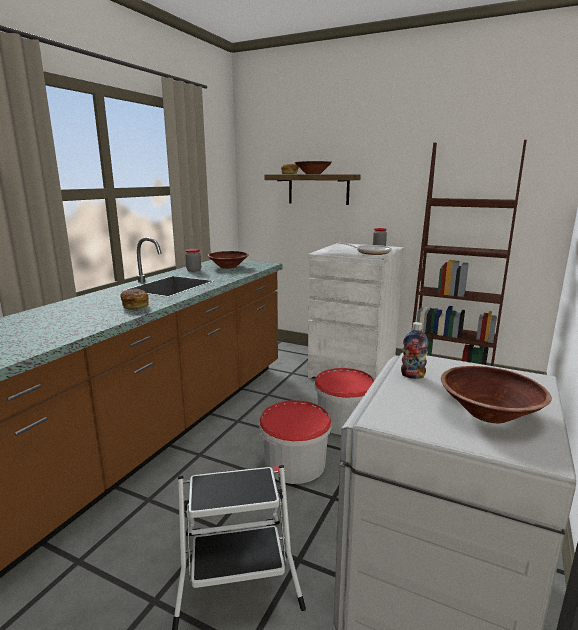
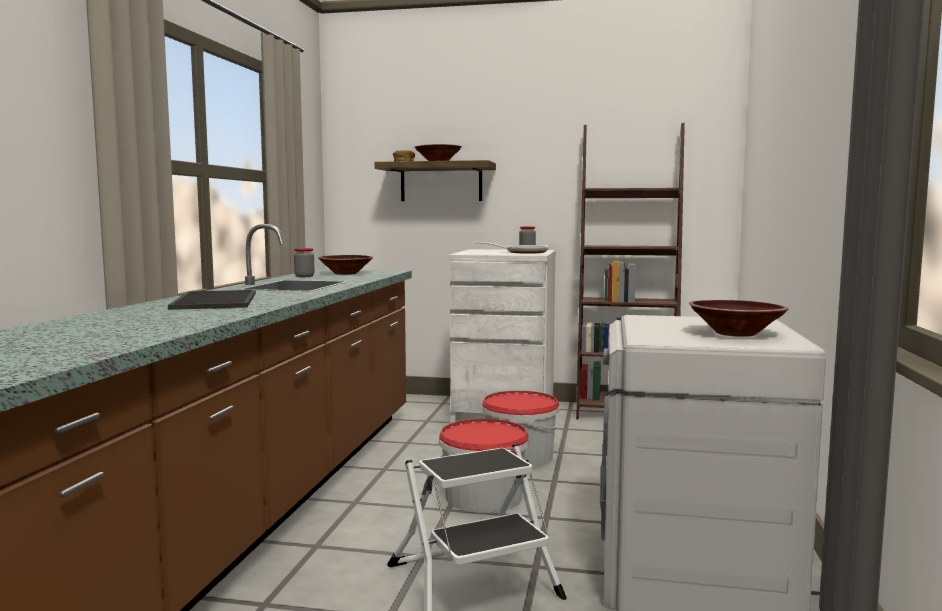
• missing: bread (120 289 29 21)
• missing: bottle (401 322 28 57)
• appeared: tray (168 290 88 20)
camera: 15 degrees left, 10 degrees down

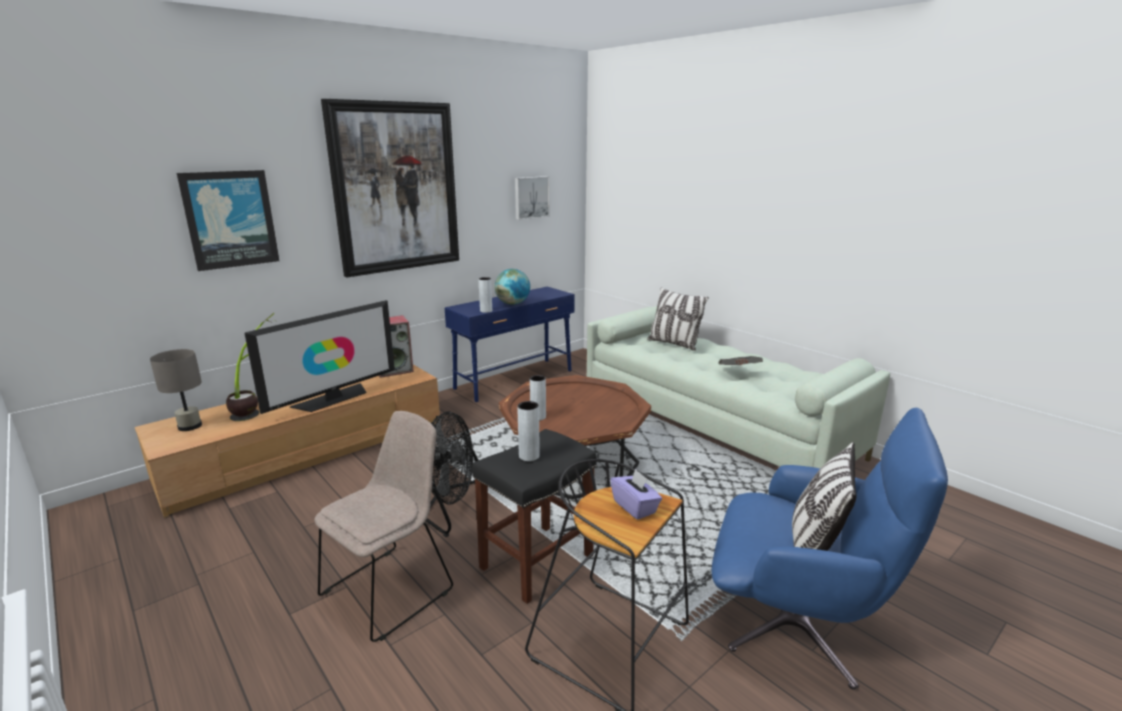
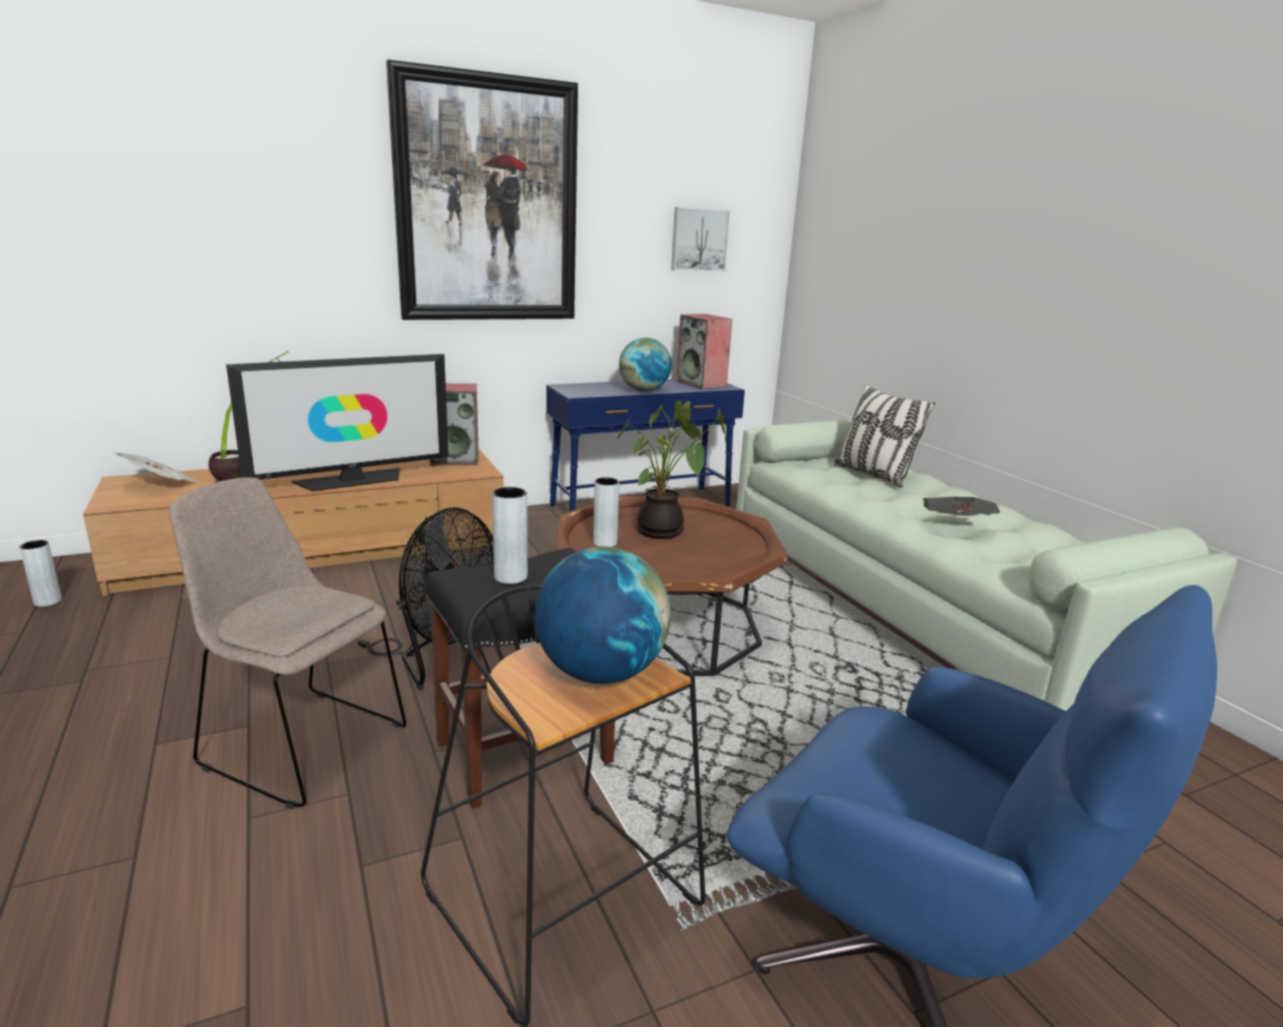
• exchanged: grey table lamp (150 349 52 82) to newspaper (114 453 86 29)
• missing: picture (177 170 102 101)
• spun: beige chair (314 411 139 231) = (169 477 237 332) 120 degrees counterclockwise
• relocated: grey vase (479 277 13 36) to (19 540 43 67)
• exchanged: purple tissue box (610 469 52 51) to globe (534 546 137 138)
• missing: pillow (792 442 64 109)
• appeared: potted plant (617 401 110 138)
• appeared: speaker (676 314 56 75)
camera: 15 degrees right, 0 degrees up

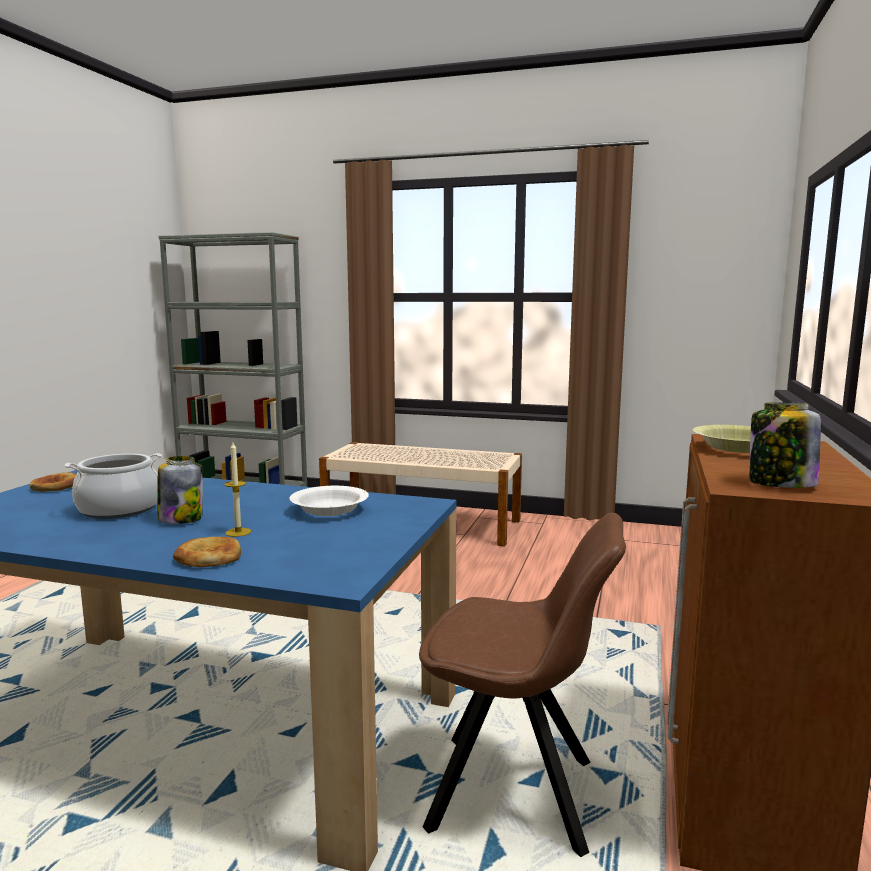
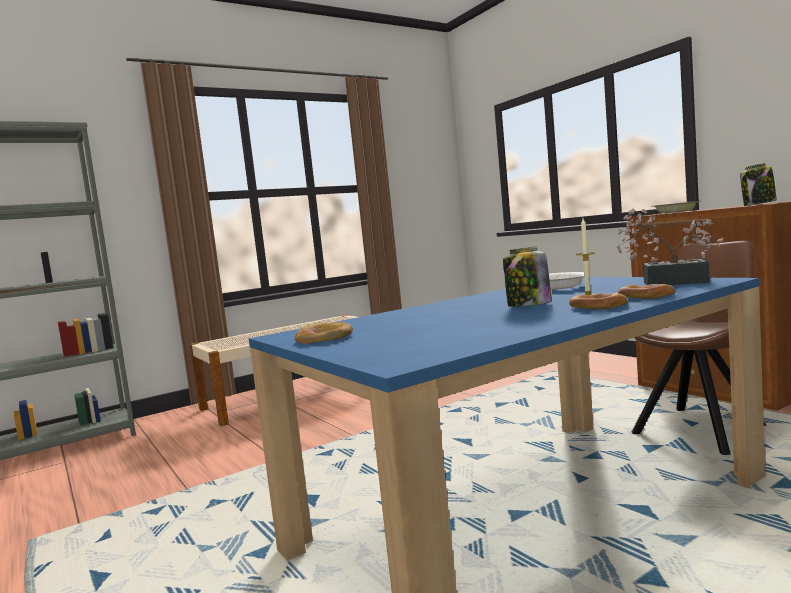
• missing: cooking pot (65 453 97 66)
• appeared: bread (569 293 59 16)
• appeared: potted plant (617 209 106 76)
camera: 50 degrees left, 5 degrees down

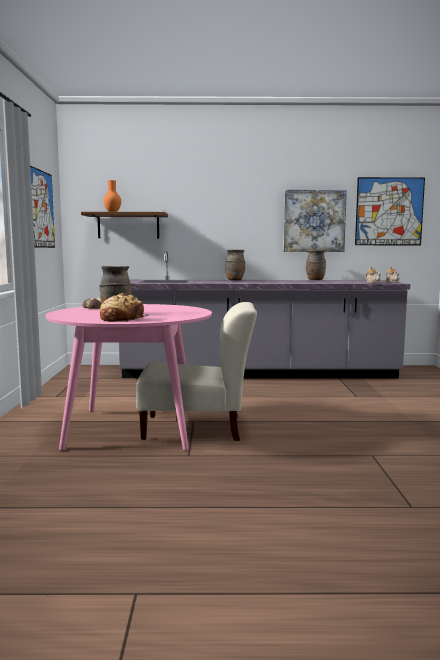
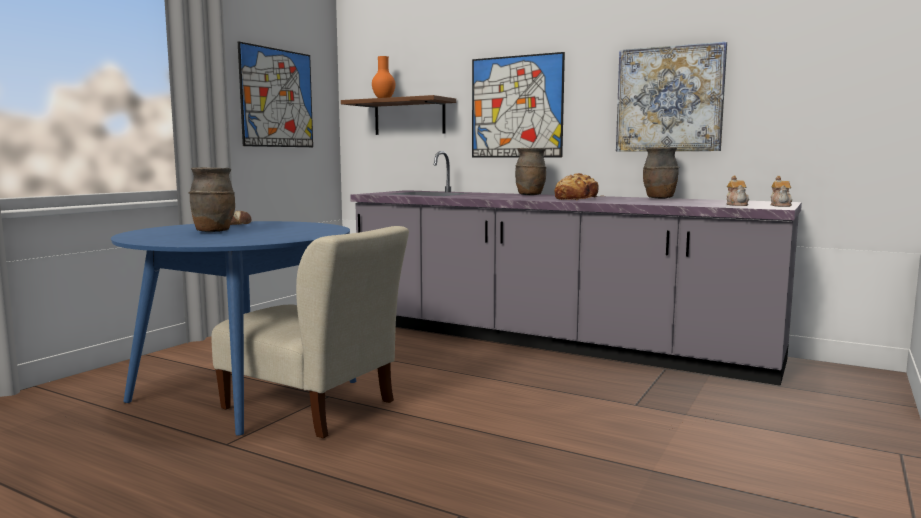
• colour: pink dining table (45 304 167 146) to blue dining table (111 221 245 215)
• relocated: bread (100 293 51 29) to (555 173 46 27)
• relocated: picture (355 177 70 68) to (472 52 93 105)
camera: 30 degrees right, 0 degrees up

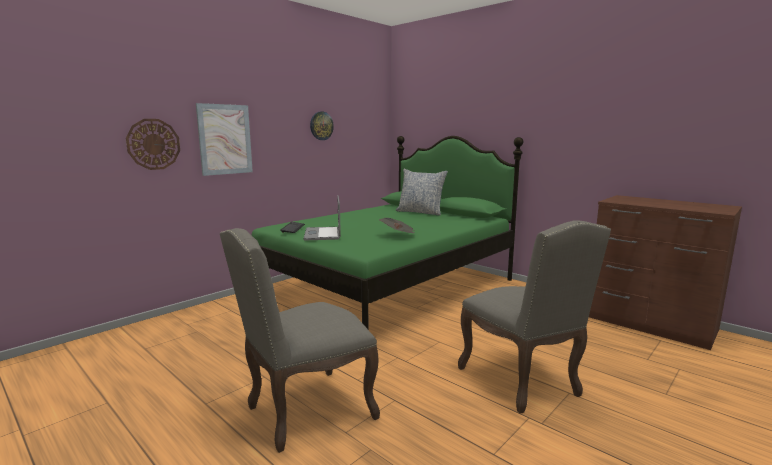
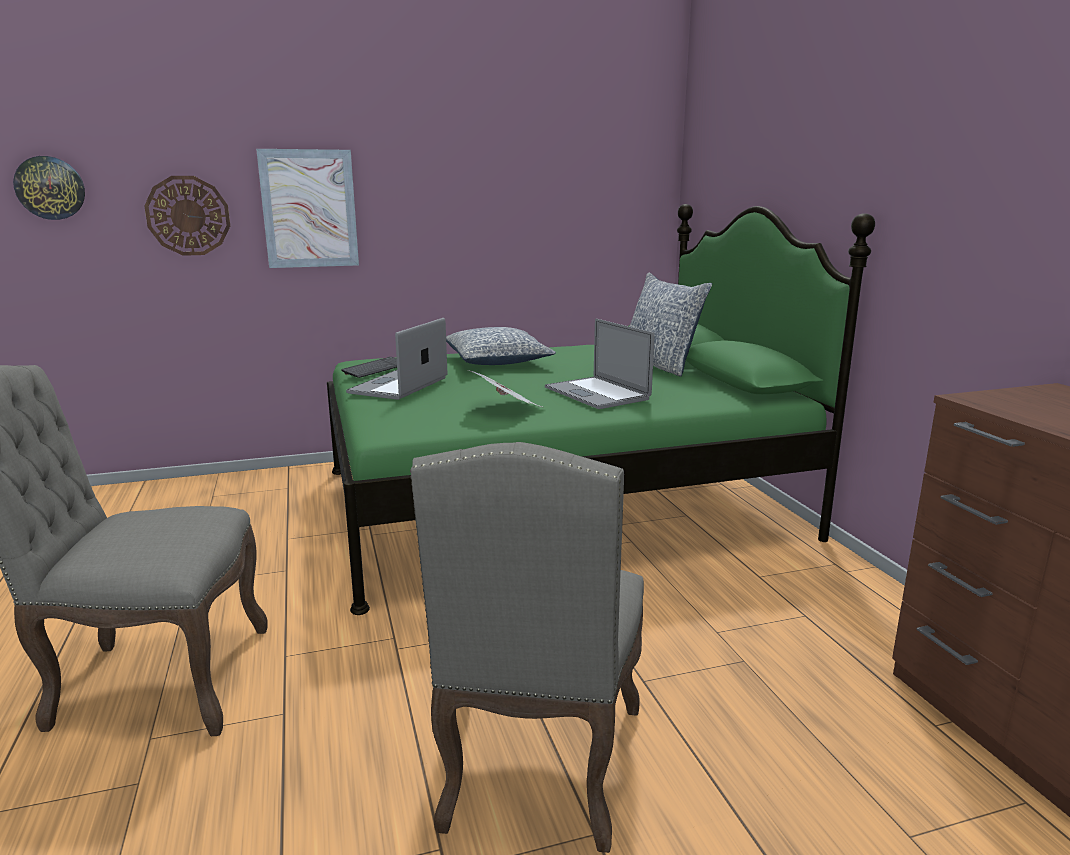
• relocated: wall clock (310 112 24 28) to (13 156 72 64)
• appeared: pillow (446 327 110 38)
• appeared: laptop (545 318 109 91)
camera: 30 degrees right, 5 degrees up

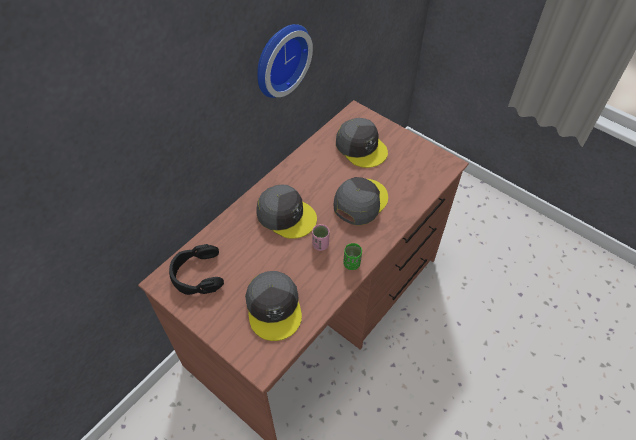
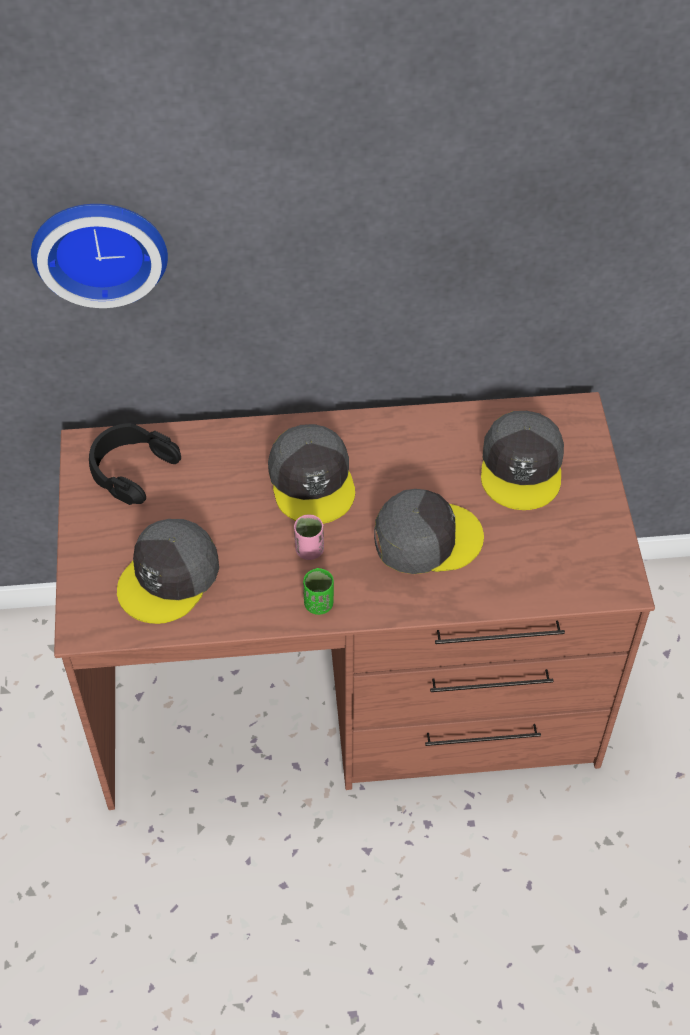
• relocated: wall clock (257 24 56 74) to (31 204 137 104)
camera: 45 degrees right, 0 degrees up

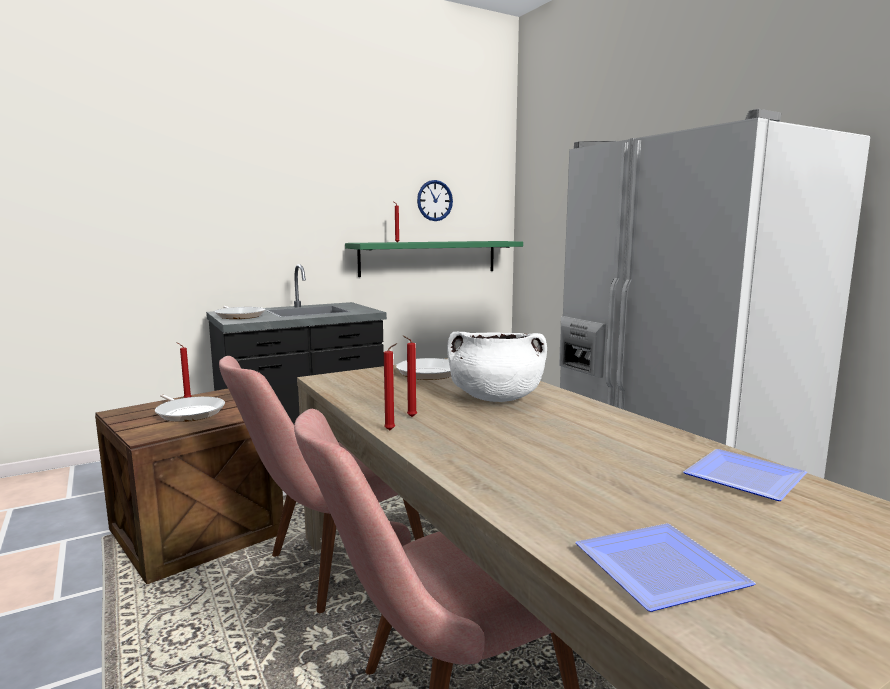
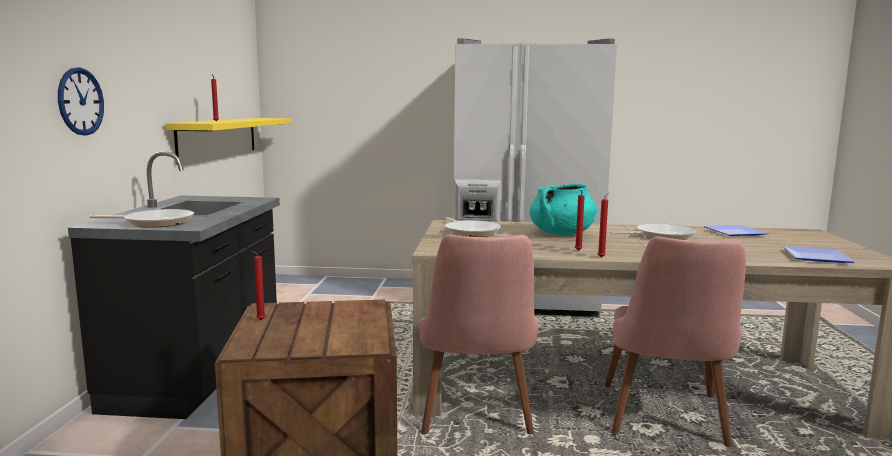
• relocated: frying pan (155 394 70 28) to (611 223 86 17)
• colour: green shelf (345 241 178 36) to yellow shelf (165 118 127 46)
• relocated: wall clock (417 180 36 41) to (58 67 46 69)
• colour: white cooking pot (447 332 100 70) to turquoise cooking pot (530 183 67 52)
camera: 55 degrees left, 0 degrees up

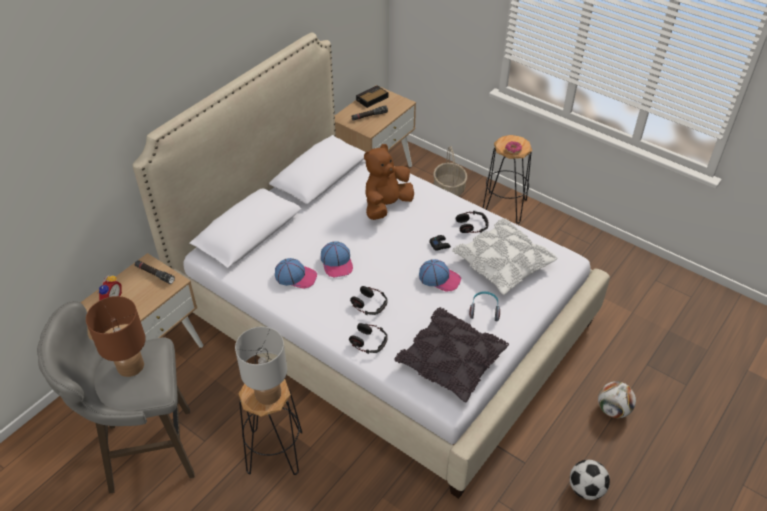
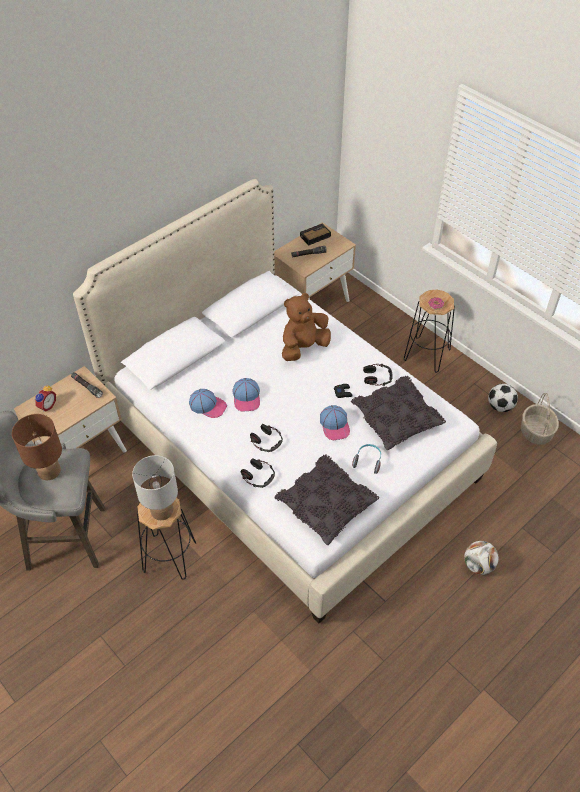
• spun: cap (419 259 42 33) = (320 405 30 36) 45 degrees clockwise
• relocated: basket (433 146 34 50) to (521 393 38 52)
• colour: white pillow (452 218 106 77) to black pillow (351 376 95 74)
• relocated: football (570 460 40 40) to (488 384 30 28)
camera: 10 degrees right, 5 degrees up

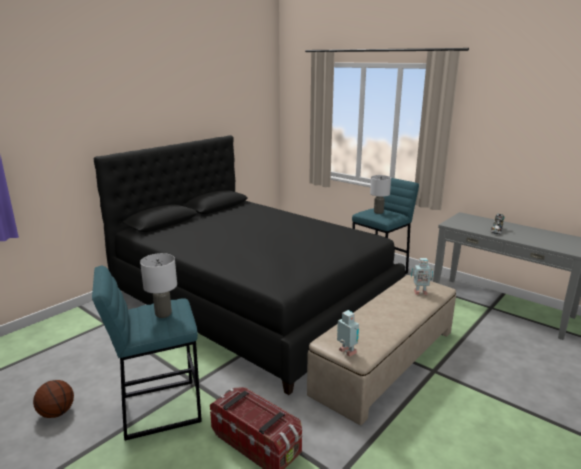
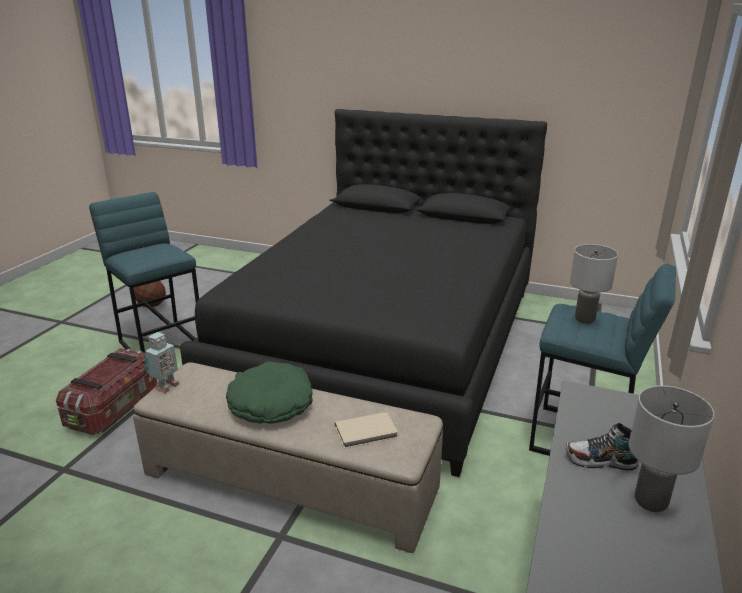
• relocated: white table lamp (140 253 37 65) to (629 386 85 126)
• exchanged: toy robot (411 258 22 37) to beige book (335 412 63 36)
• appeared: green pillow (226 361 87 62)
camera: 70 degrees right, 5 degrees up

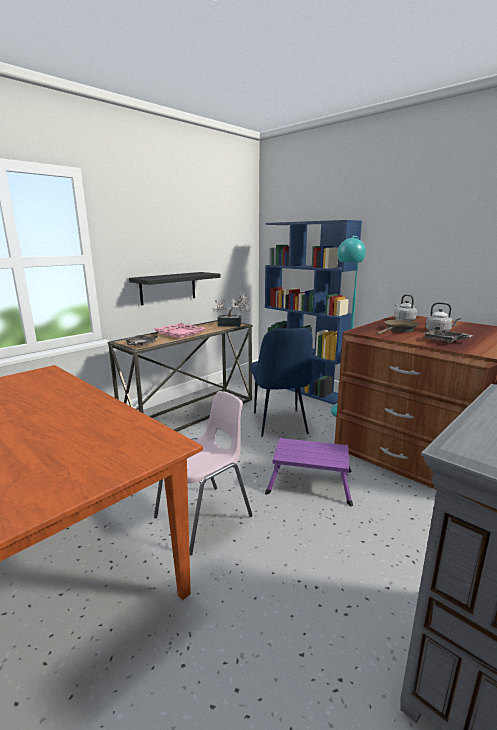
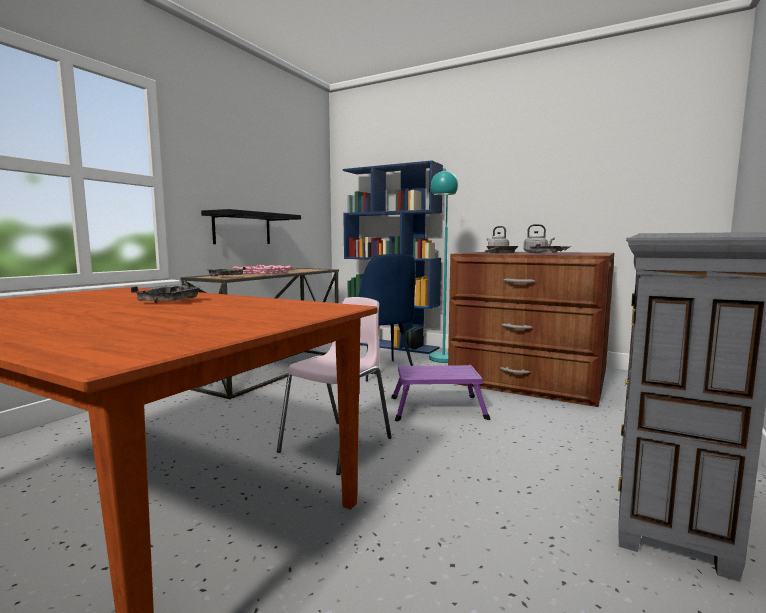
• missing: potted plant (212 293 39 34)
• appeared: grey tray (131 285 70 18)
camera: 15 degrees left, 10 degrees down

